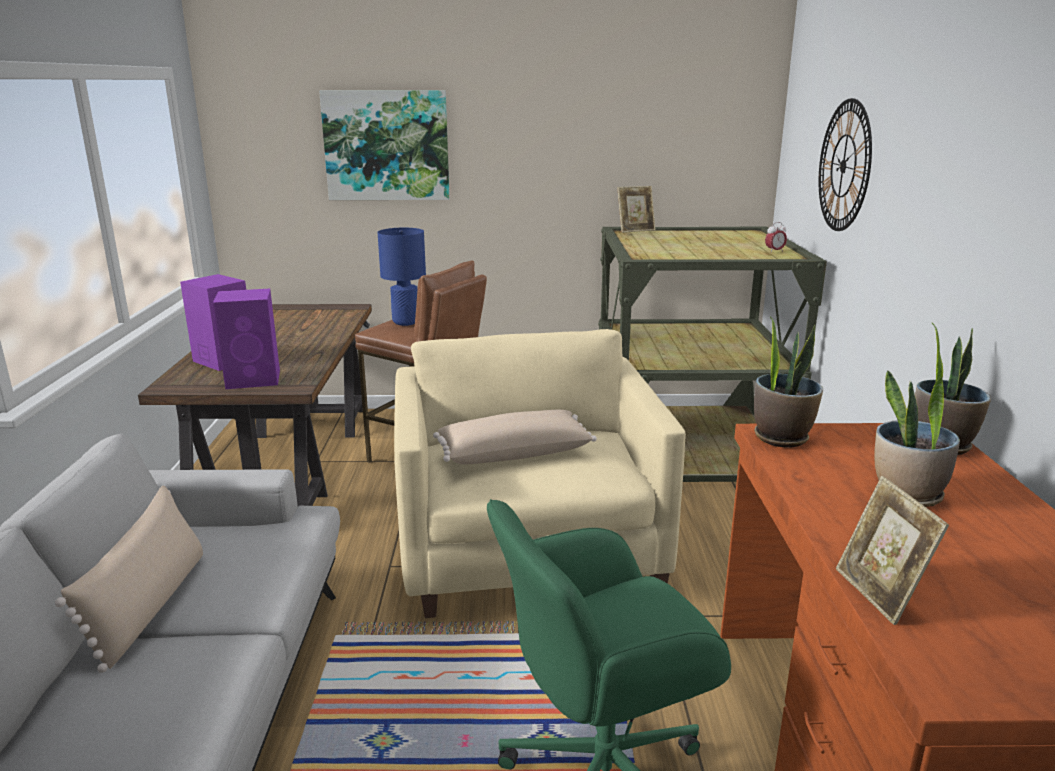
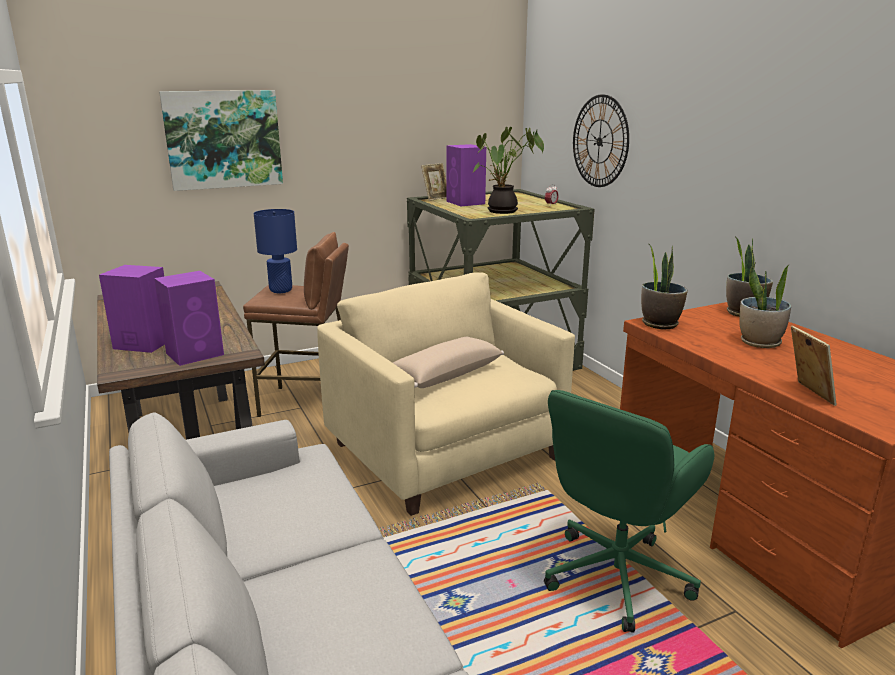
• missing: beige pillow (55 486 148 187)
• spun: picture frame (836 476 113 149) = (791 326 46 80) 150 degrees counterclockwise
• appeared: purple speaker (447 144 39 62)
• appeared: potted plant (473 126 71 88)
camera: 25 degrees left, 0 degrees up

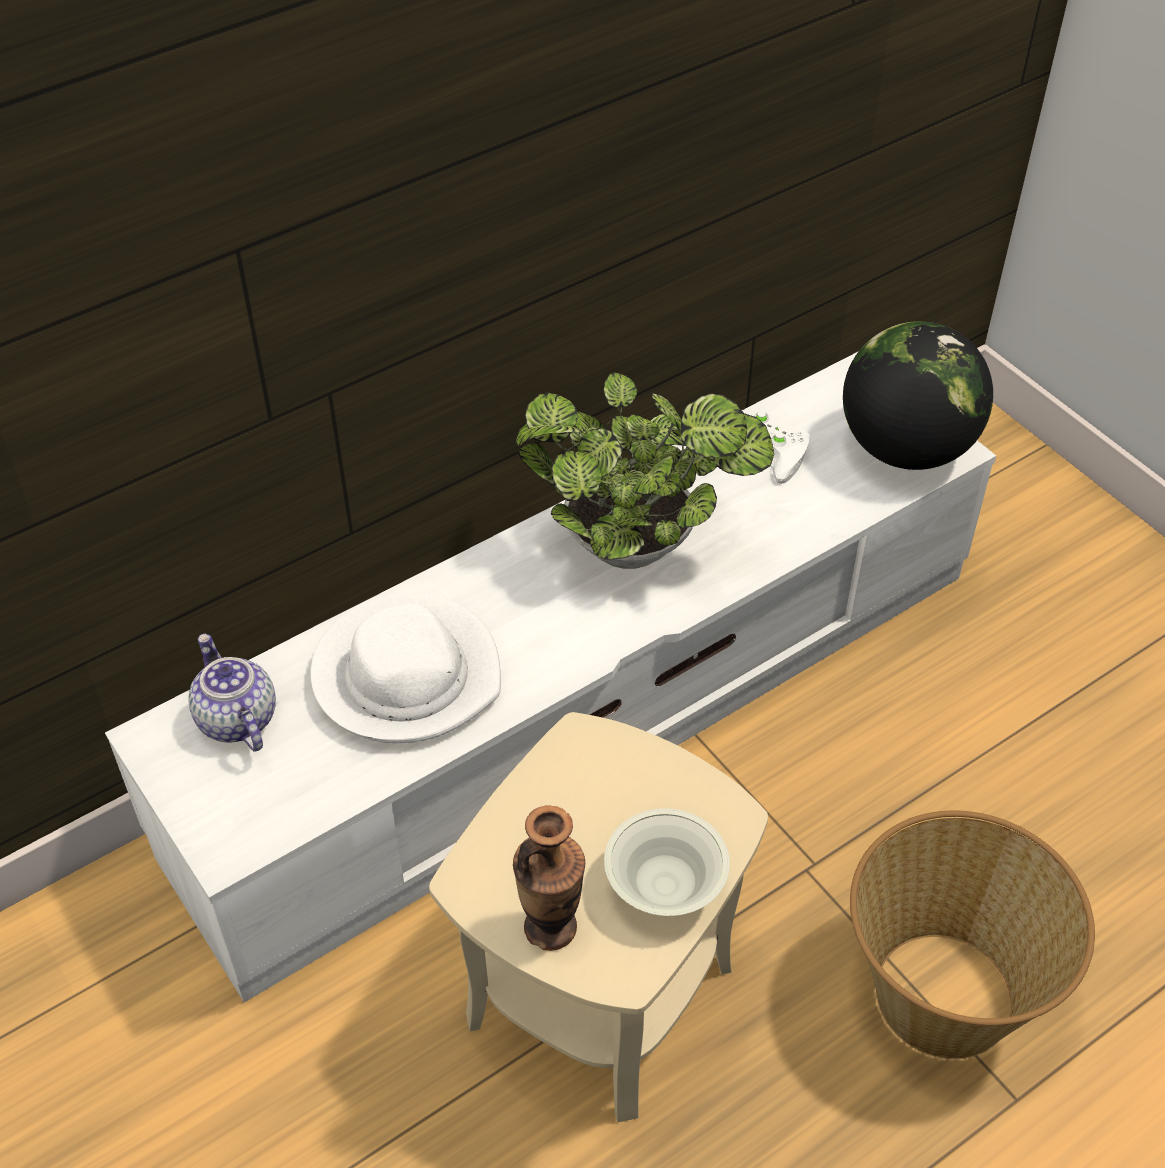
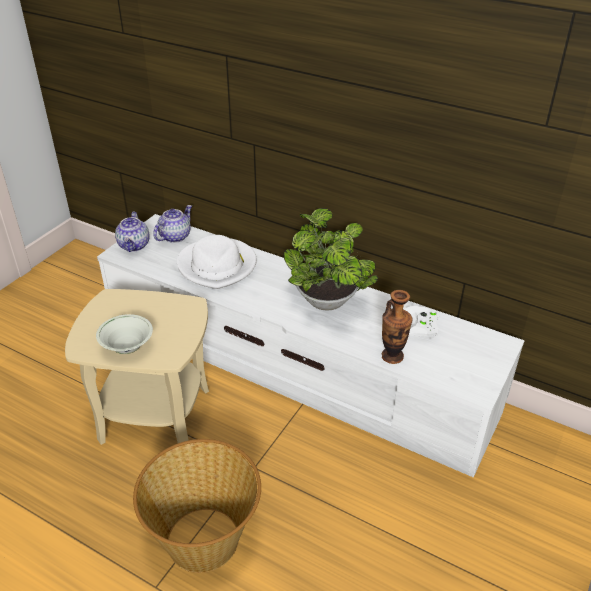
• relocated: vase (513 805 72 146) to (382 290 31 74)
• missing: globe (843 321 150 149)
• appeared: teapot (115 212 35 40)
camera: 65 degrees right, 10 degrees down

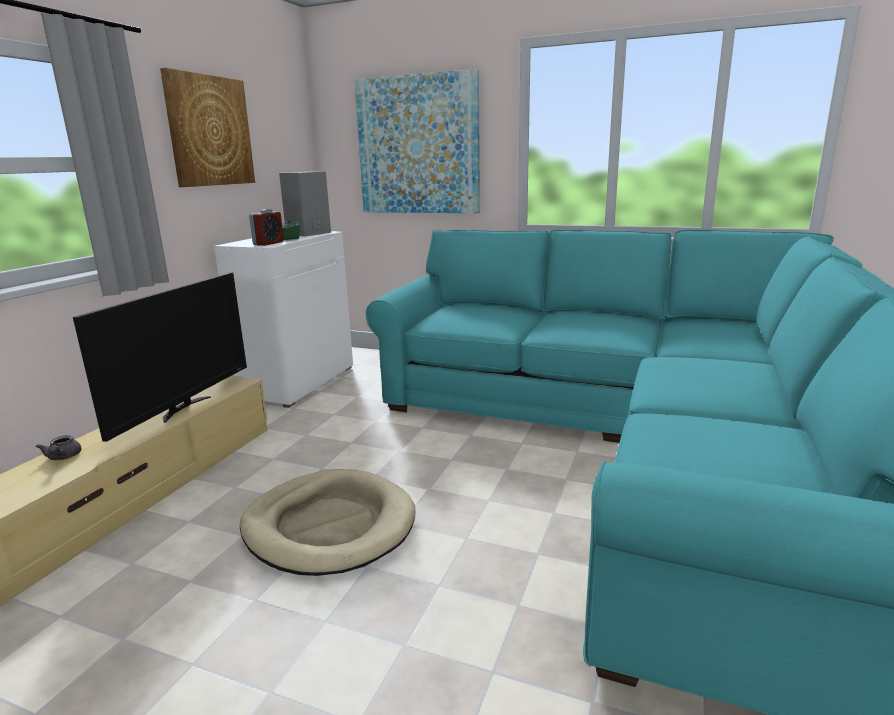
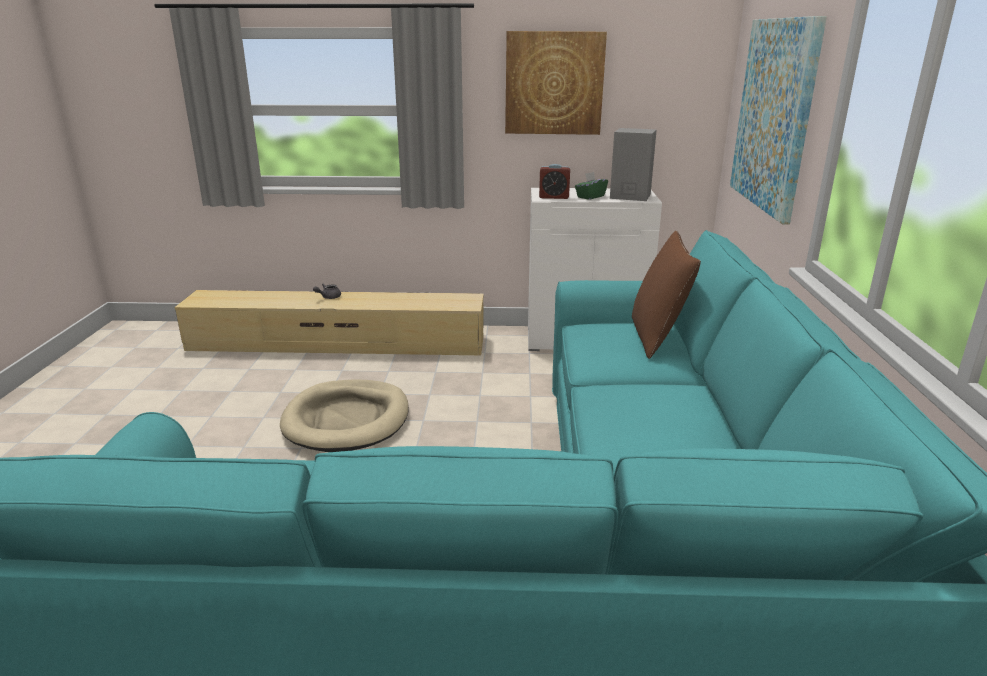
• missing: television (73 272 174 170)
• appeared: brown pillow (632 231 69 128)
camera: 70 degrees right, 5 degrees up

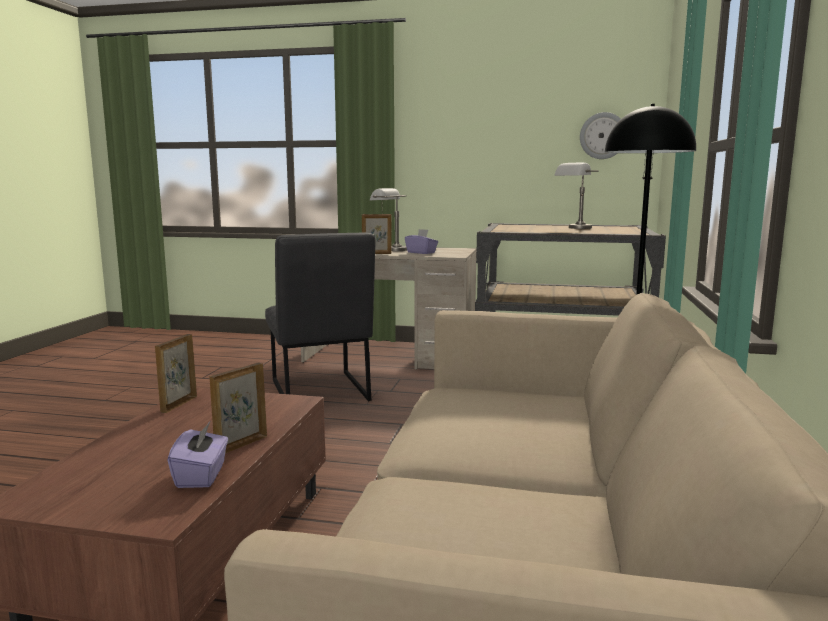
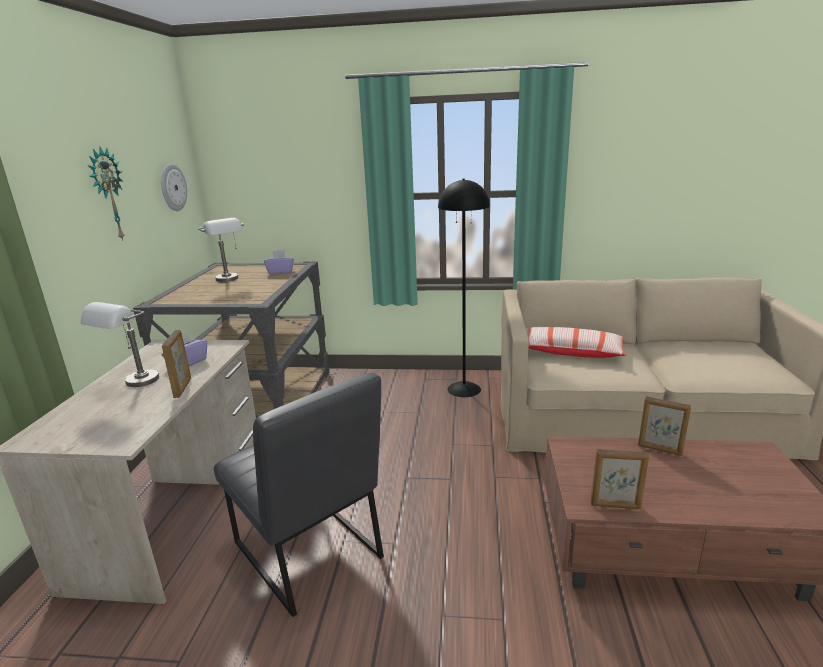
• relocated: purple tissue box (168 422 60 66) to (264 250 30 24)
• spun: grey chair (265 233 110 168) = (214 373 170 244) 75 degrees clockwise
• appeared: wall clock (87 147 38 94)
• appeared: pillow (526 327 100 31)
camera: 95 degrees left, 10 degrees up

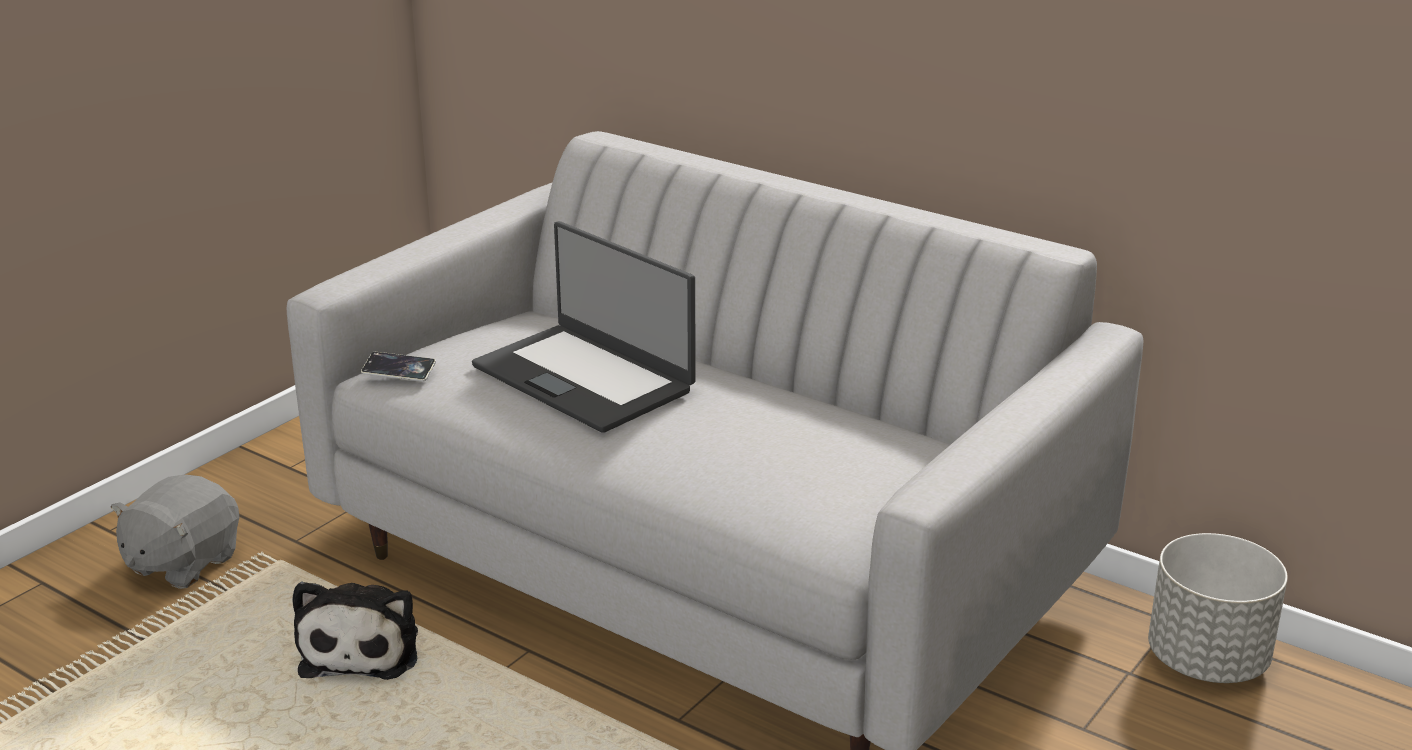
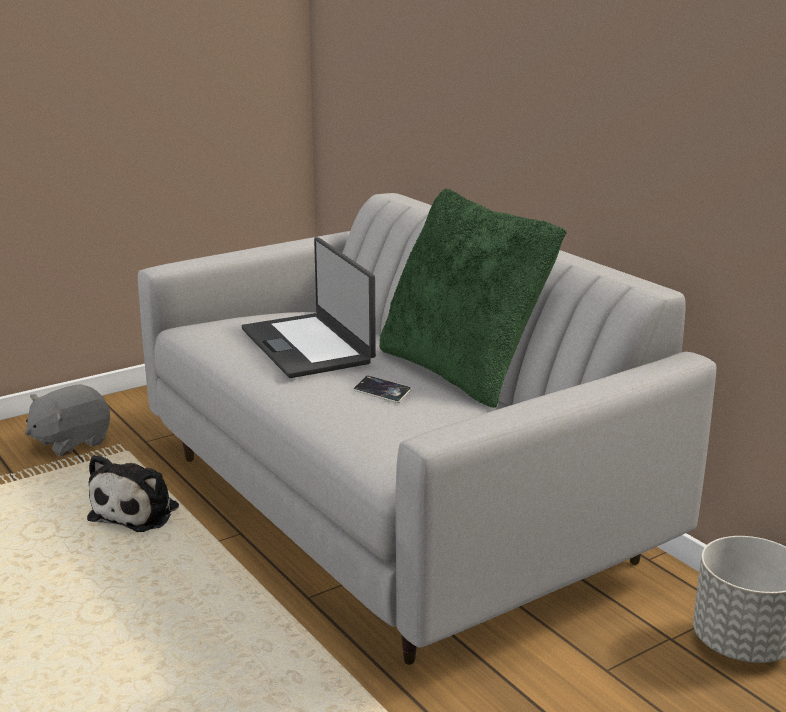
• relocated: phone (361 352 75 30) to (353 375 59 28)
• appeared: green pillow (379 189 188 219)
camera: 20 degrees right, 5 degrees down

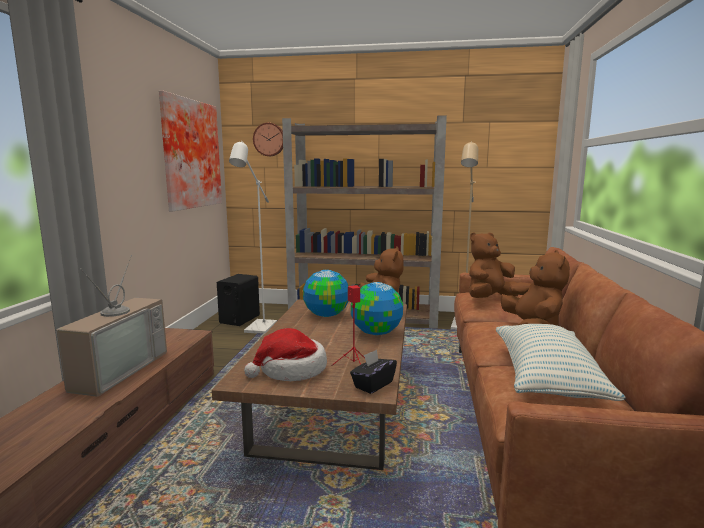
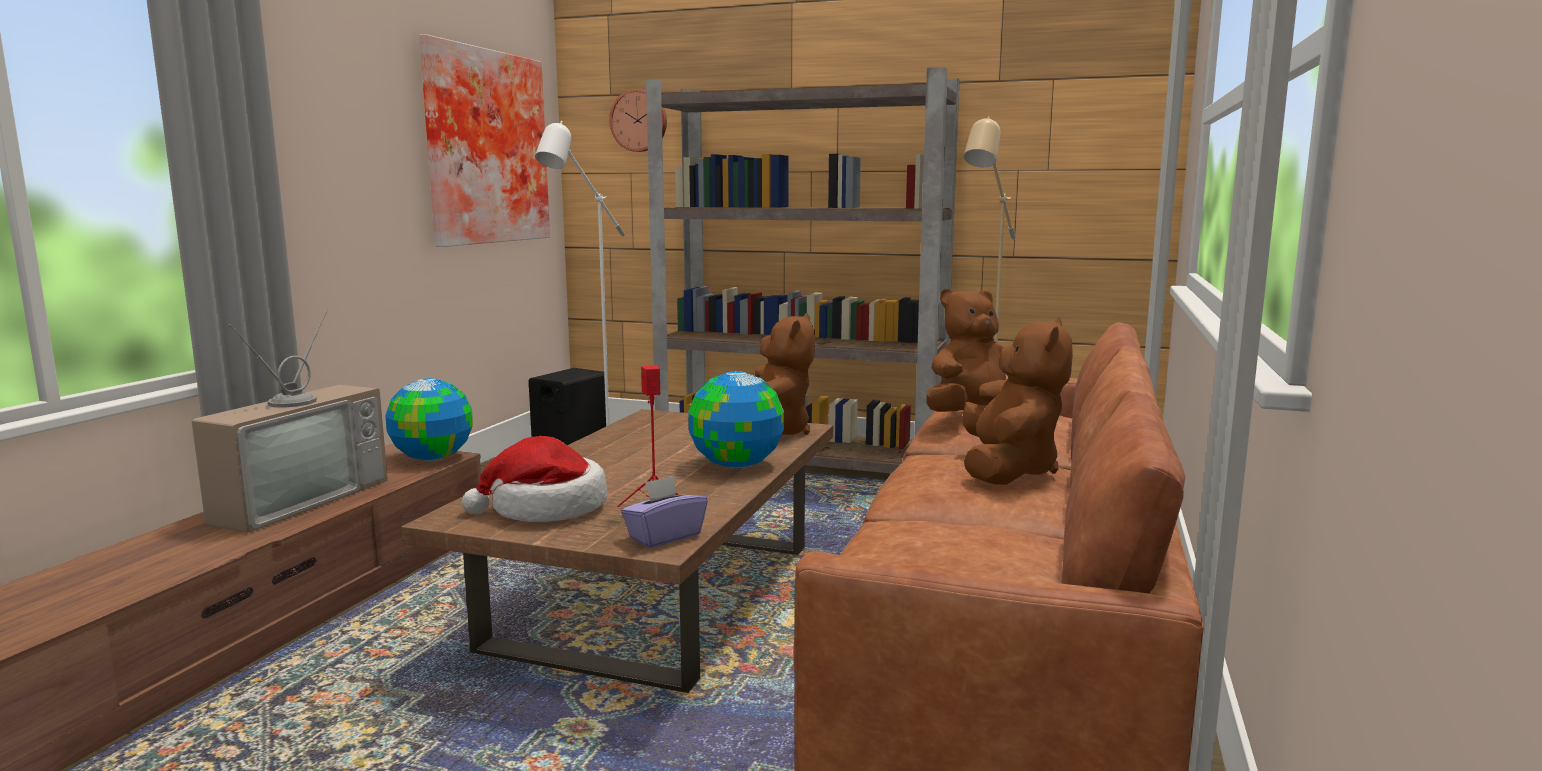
• relocated: globe (303 270 45 47) to (385 378 88 83)
• colour: black tissue box (350 350 47 44) to purple tissue box (621 476 87 72)
• missing: pillow (496 324 129 77)
camera: 10 degrees right, 0 degrees up

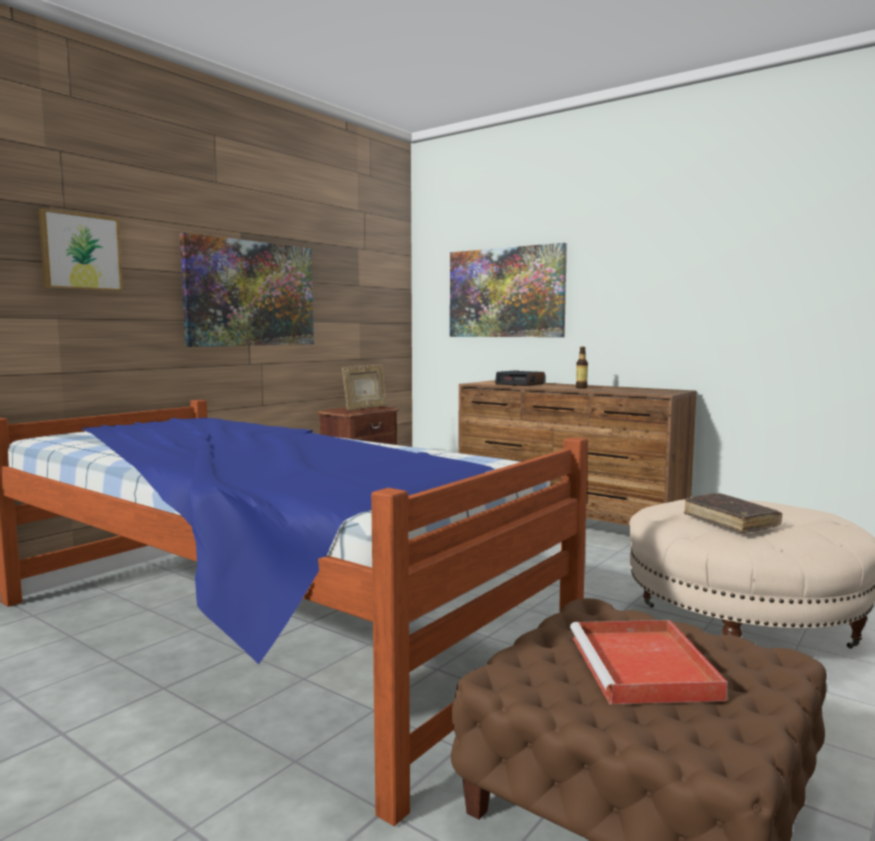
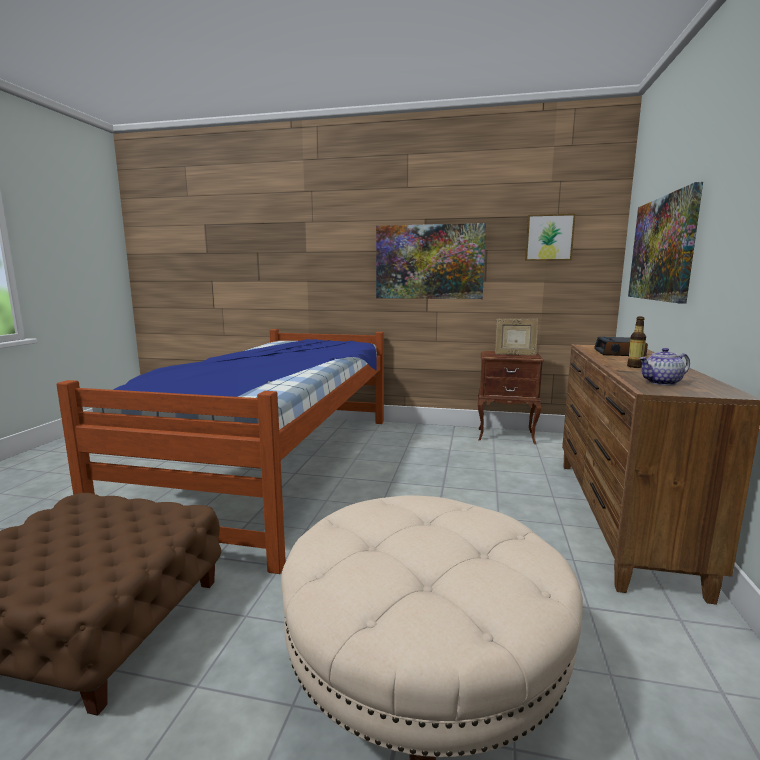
• relocated: picture (39 209 84 83) to (525 214 51 47)
• missing: red tray (570 620 157 84)
• missing: brown book (684 493 98 40)
• appeared: teapot (638 348 52 37)
camera: 65 degrees right, 5 degrees up

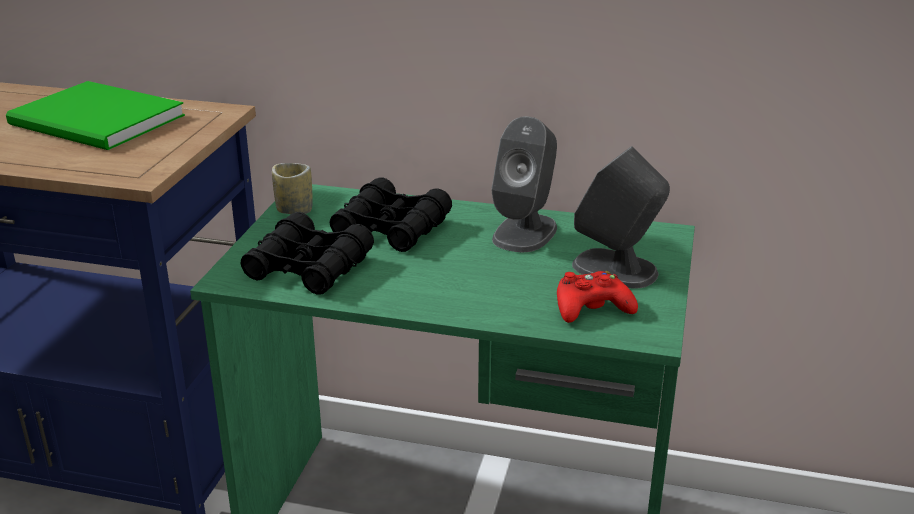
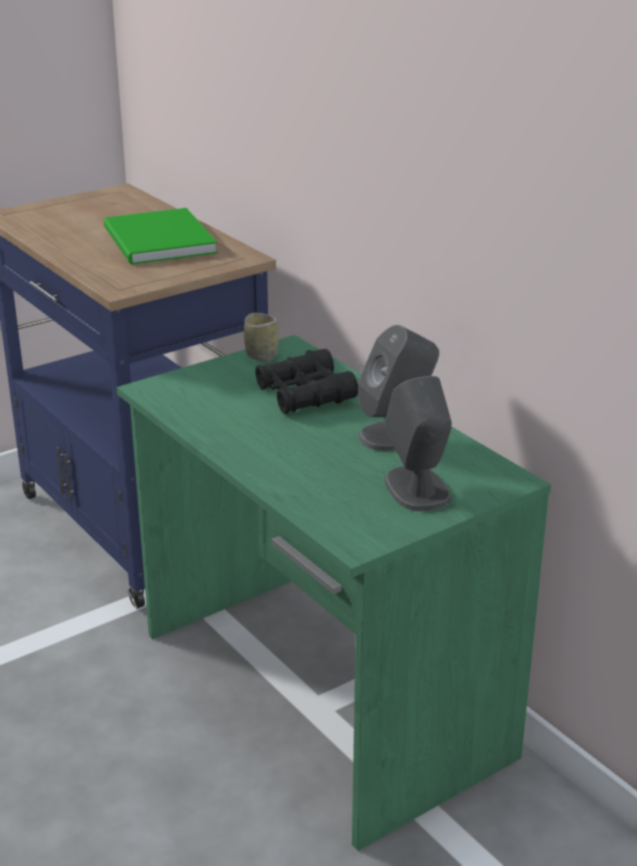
• missing: black binoculars (241 212 133 83)
• missing: red game controller (557 271 81 52)
camera: 40 degrees right, 0 degrees up

